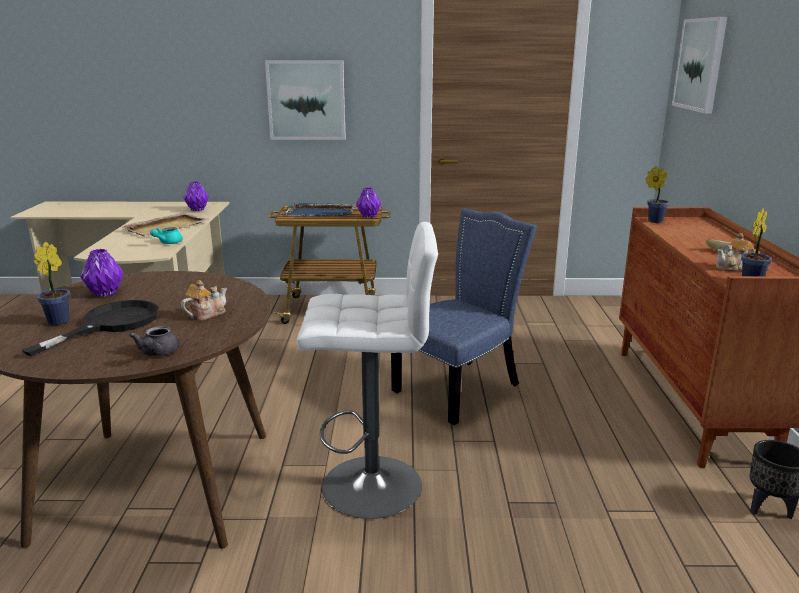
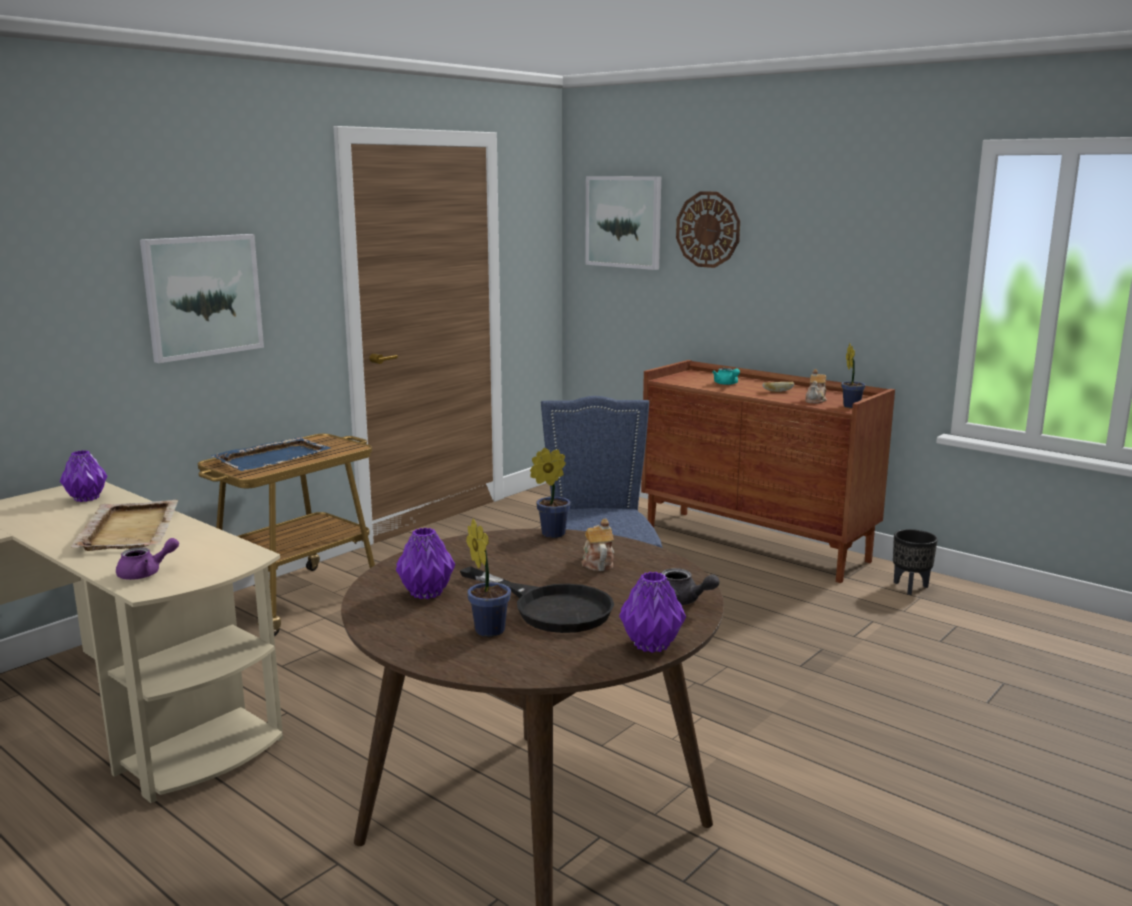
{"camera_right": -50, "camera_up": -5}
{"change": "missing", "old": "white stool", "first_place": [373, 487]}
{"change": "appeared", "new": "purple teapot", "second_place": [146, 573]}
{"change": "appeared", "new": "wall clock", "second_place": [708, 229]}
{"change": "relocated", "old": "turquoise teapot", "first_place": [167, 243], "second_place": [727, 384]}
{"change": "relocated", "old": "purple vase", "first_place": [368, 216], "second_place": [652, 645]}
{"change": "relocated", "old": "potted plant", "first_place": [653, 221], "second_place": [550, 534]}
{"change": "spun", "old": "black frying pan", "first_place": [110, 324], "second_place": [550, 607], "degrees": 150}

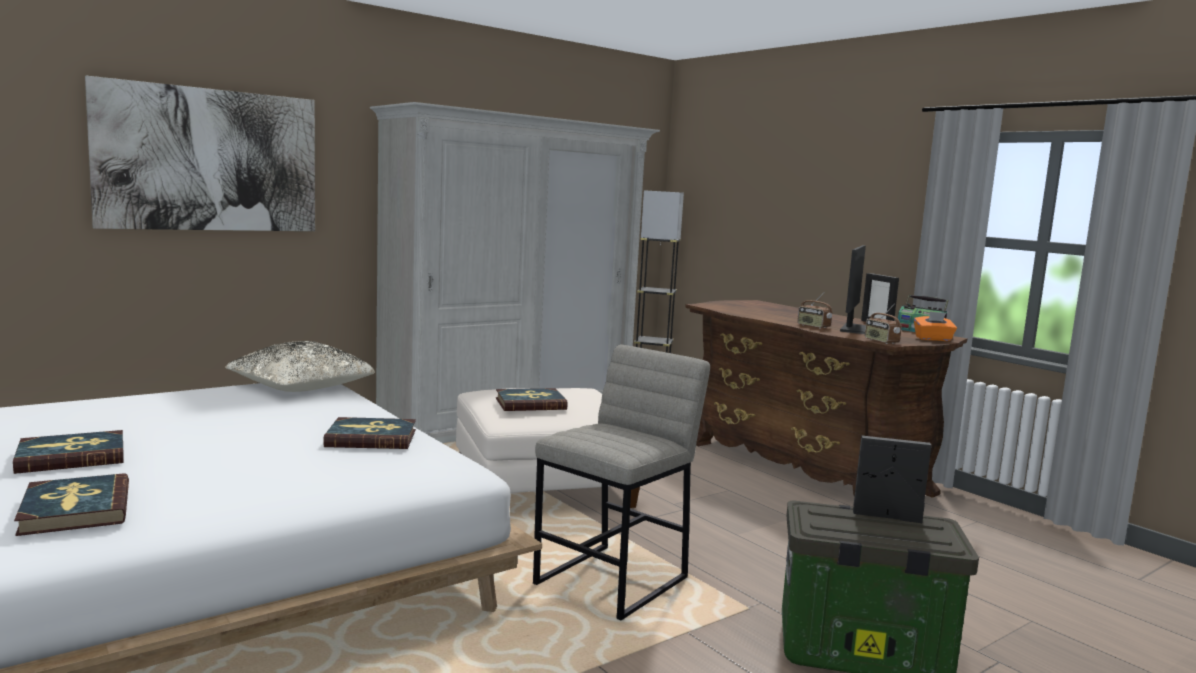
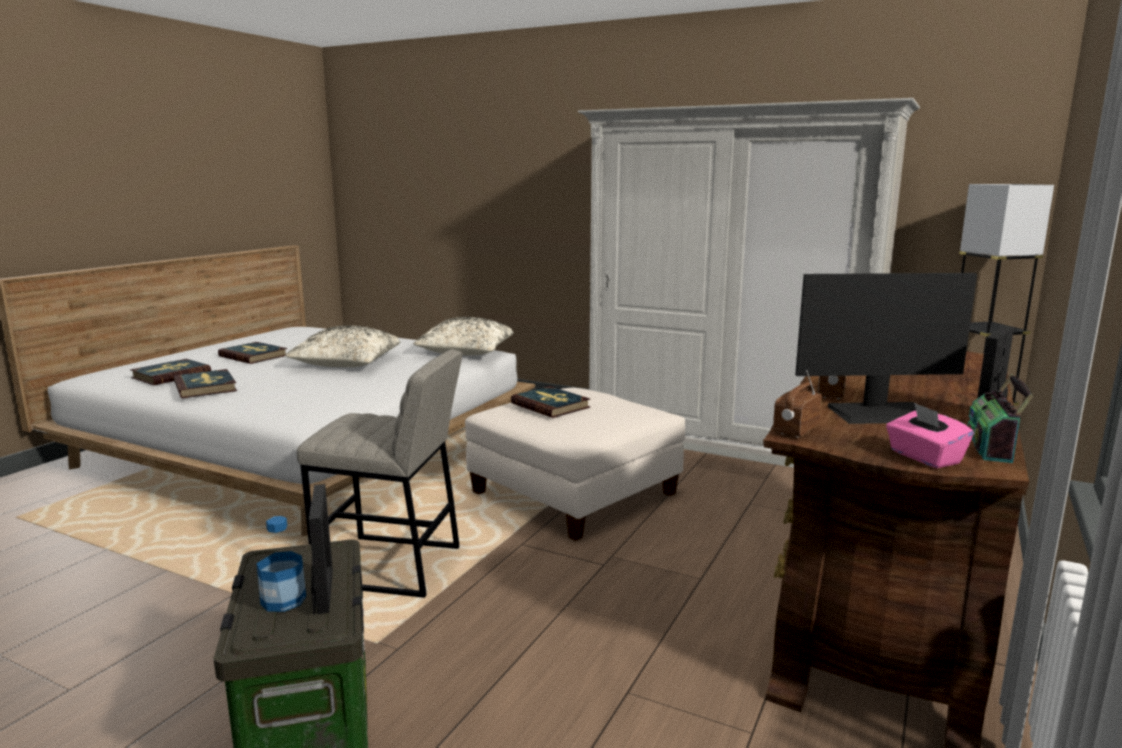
{"camera_right": 65, "camera_up": 5}
{"change": "missing", "old": "picture", "first_place": [209, 160]}
{"change": "appeared", "new": "bottle", "second_place": [283, 600]}
{"change": "appeared", "new": "beige pillow", "second_place": [347, 362]}
{"change": "relocated", "old": "book", "first_place": [371, 438], "second_place": [206, 387]}
{"change": "colour", "old": "orange tissue box", "new": "pink tissue box", "first_place": [933, 339], "second_place": [924, 457]}

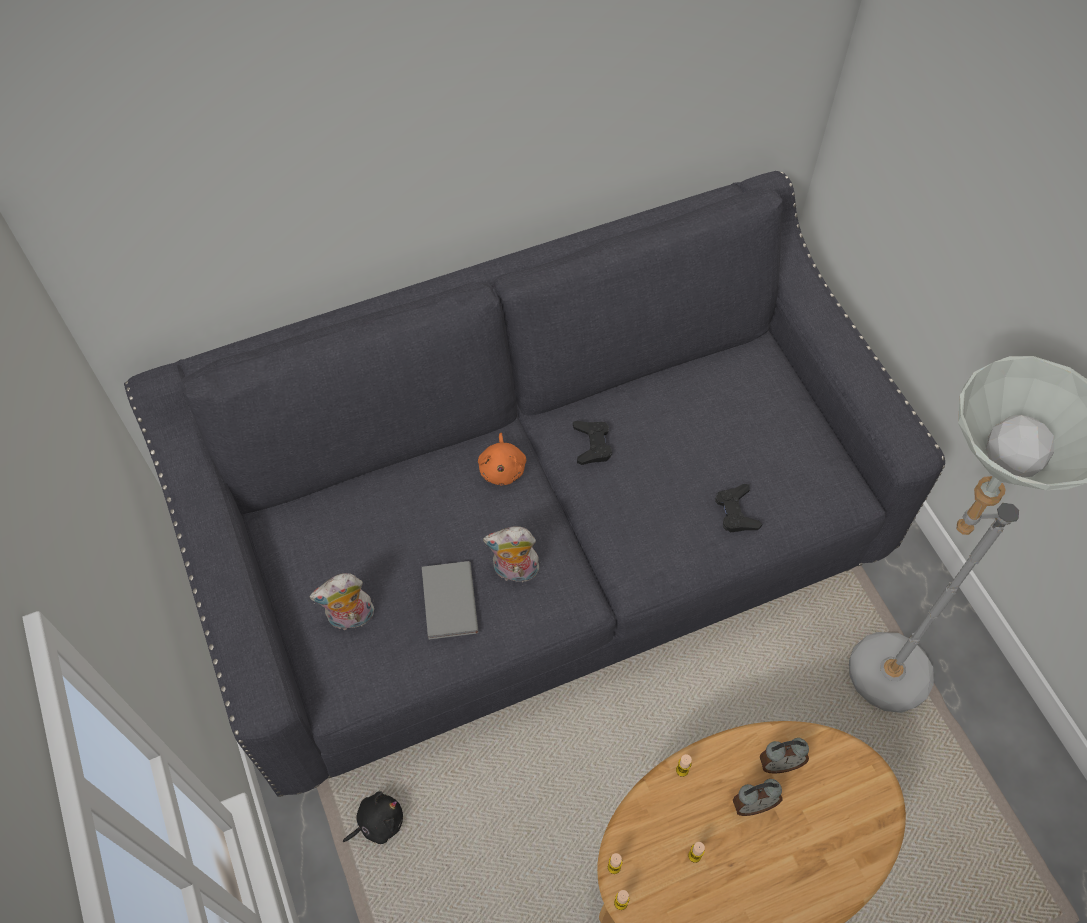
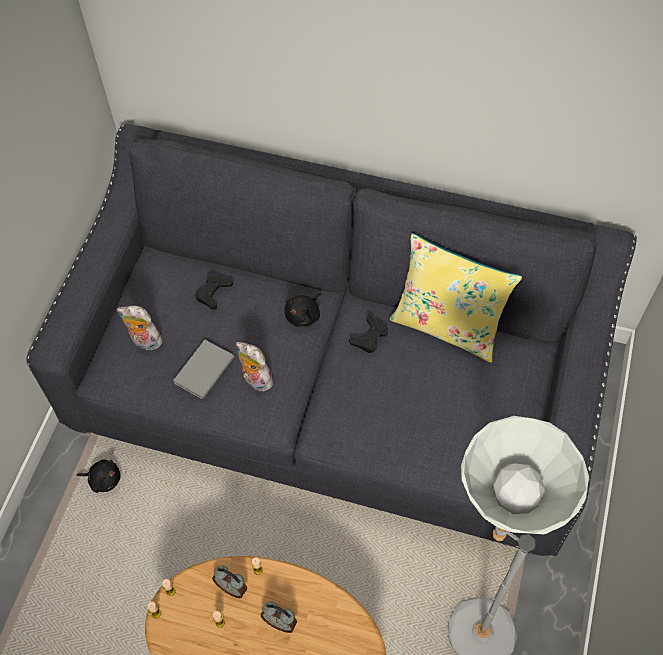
{"camera_right": 40, "camera_up": 0}
{"change": "appeared", "new": "yellow pillow", "second_place": [447, 326]}
{"change": "relocated", "old": "black game controller", "first_place": [736, 512], "second_place": [213, 293]}
{"change": "relocated", "old": "alarm clock", "first_place": [779, 763], "second_place": [232, 587]}
{"change": "colour", "old": "orange plush toy", "new": "black plush toy", "first_place": [502, 468], "second_place": [304, 315]}

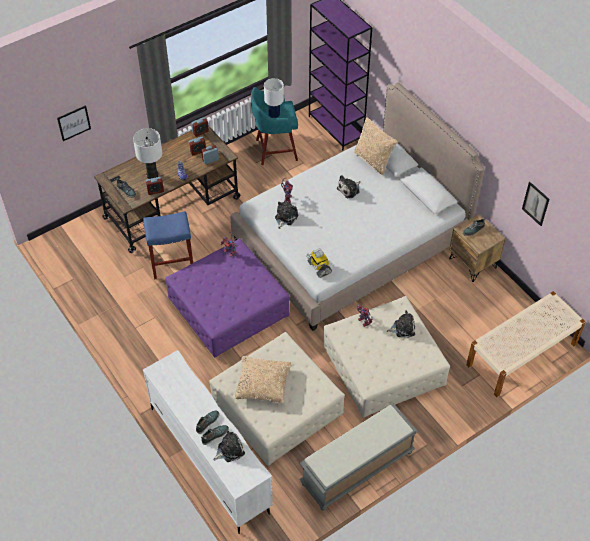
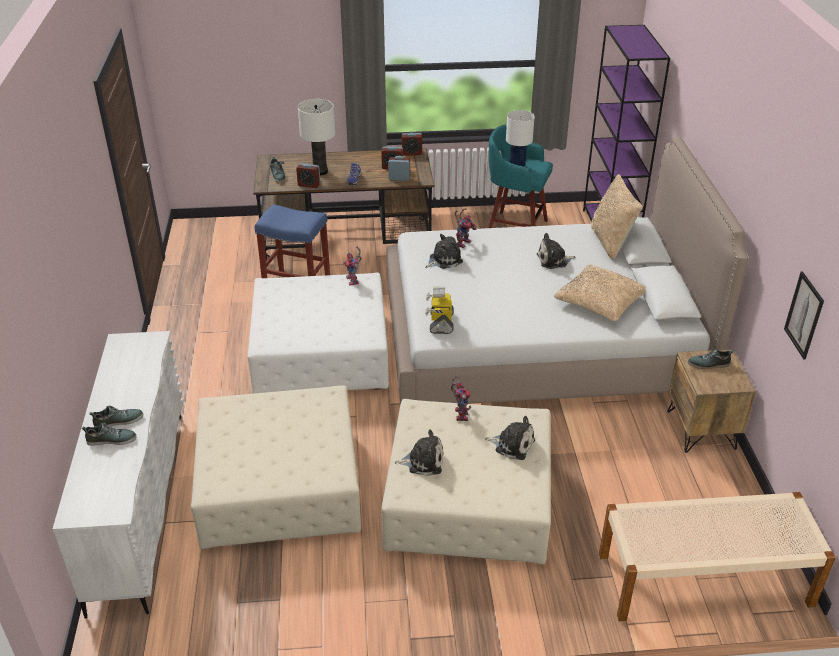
{"camera_right": 30, "camera_up": -15}
{"change": "missing", "old": "picture", "first_place": [74, 123]}
{"change": "missing", "old": "grey bench", "first_place": [357, 469]}
{"change": "relocated", "old": "plush toy", "first_place": [229, 450], "second_place": [423, 461]}
{"change": "relocated", "old": "beige pillow", "first_place": [263, 384], "second_place": [600, 302]}
{"change": "colour", "old": "purple ottoman", "new": "white ottoman", "first_place": [229, 308], "second_place": [321, 355]}

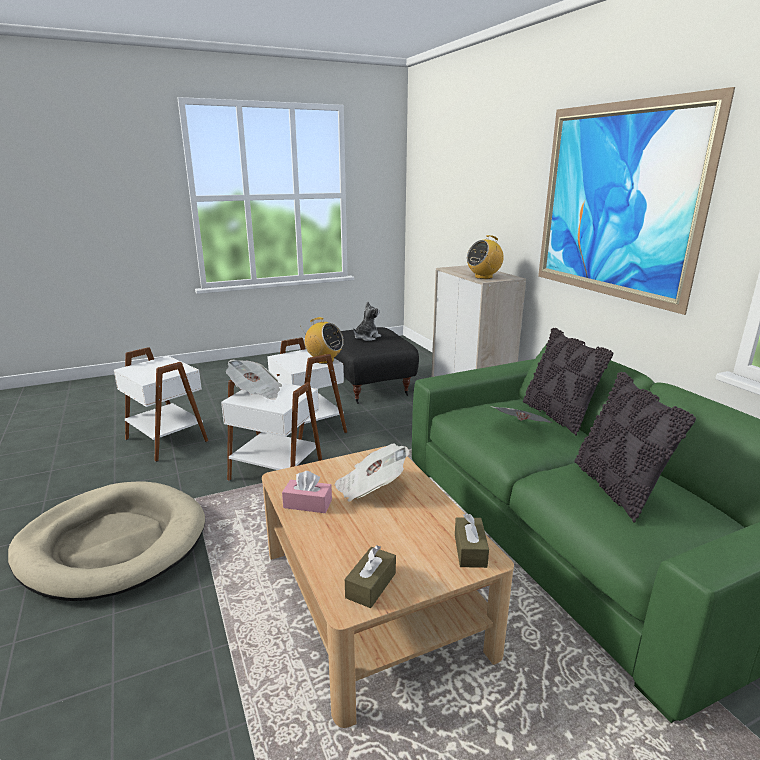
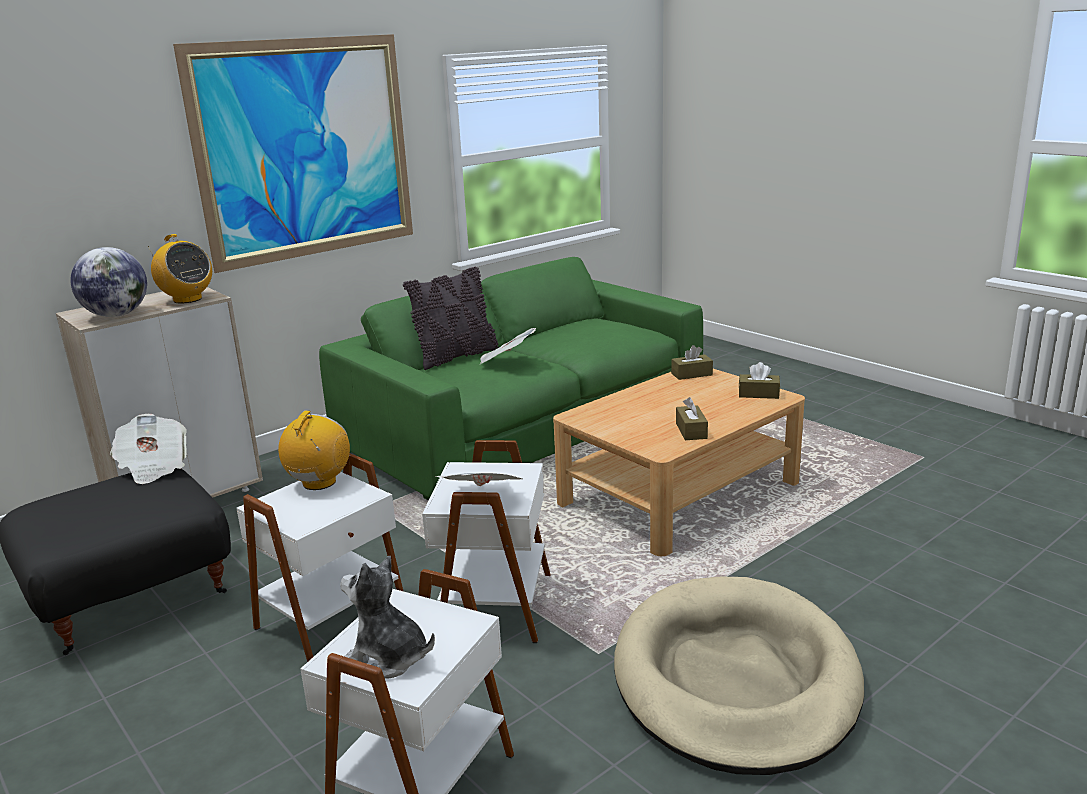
{"camera_right": -105, "camera_up": 0}
{"change": "missing", "old": "black pillow", "first_place": [617, 489]}
{"change": "appeared", "new": "globe", "second_place": [116, 315]}
{"change": "relocated", "old": "newspaper", "first_place": [370, 488], "second_place": [153, 467]}
{"change": "relocated", "old": "plush toy", "first_place": [366, 337], "second_place": [389, 657]}
{"change": "colour", "old": "pink tissue box", "new": "brown tissue box", "first_place": [307, 504], "second_place": [691, 431]}

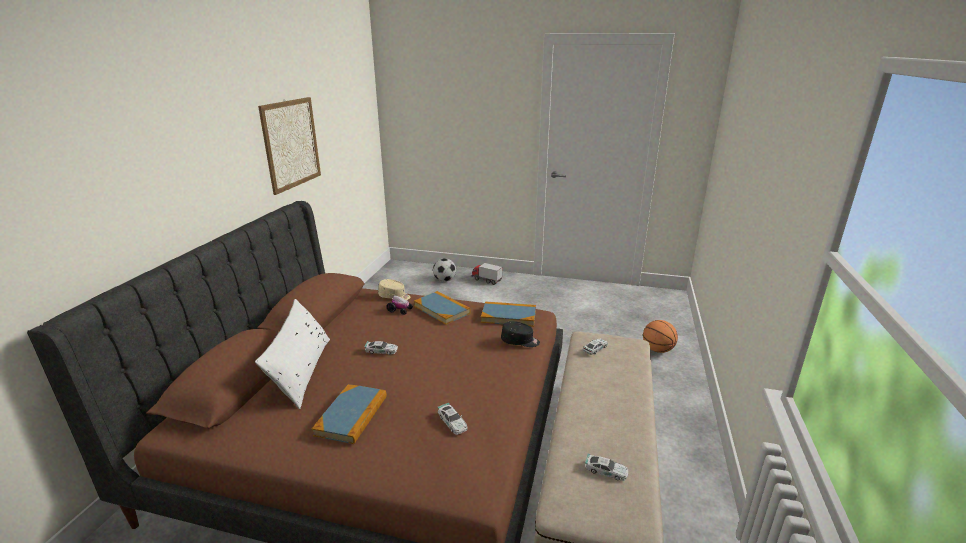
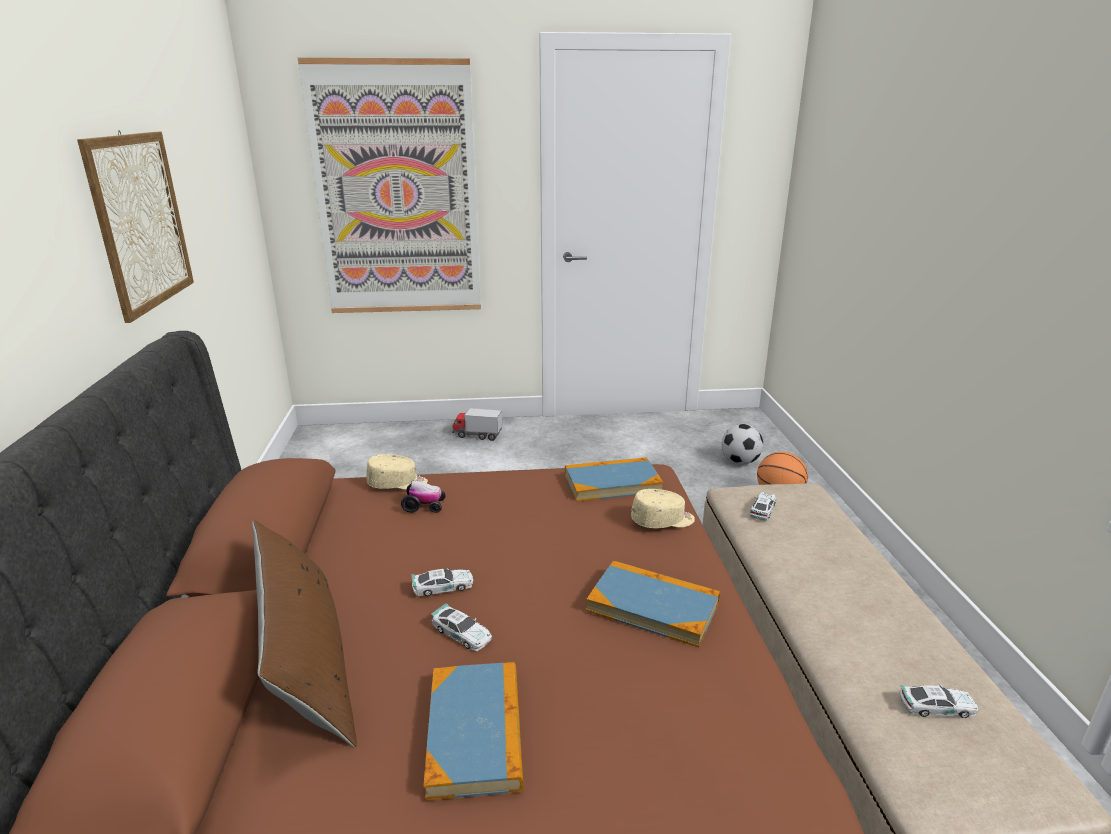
{"camera_right": -20, "camera_up": 0}
{"change": "appeared", "new": "picture", "second_place": [397, 193]}
{"change": "relocated", "old": "book", "first_place": [442, 309], "second_place": [653, 606]}
{"change": "relocated", "old": "football", "first_place": [444, 280], "second_place": [740, 462]}
{"change": "relocated", "old": "toy car", "first_place": [452, 422], "second_place": [462, 633]}
{"change": "colour", "old": "white pillow", "new": "brown pillow", "first_place": [301, 371], "second_place": [307, 664]}
{"change": "colour", "old": "black cap", "new": "beige cap", "first_place": [520, 341], "second_place": [663, 521]}

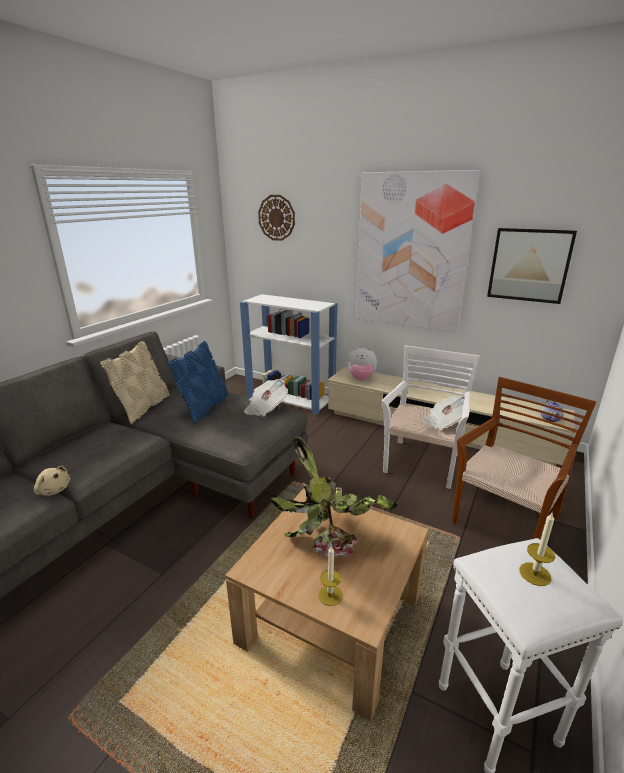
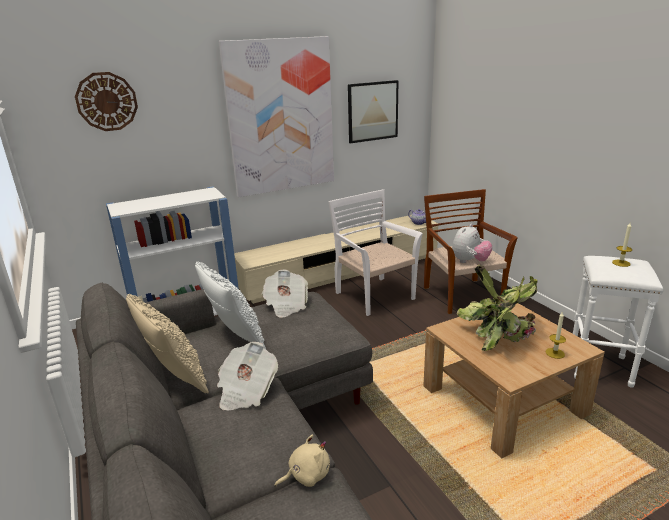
{"camera_right": -55, "camera_up": 0}
{"change": "relocated", "old": "plush toy", "first_place": [361, 379], "second_place": [469, 261]}
{"change": "relocated", "old": "newspaper", "first_place": [444, 422], "second_place": [246, 391]}
{"change": "colour", "old": "blue pillow", "new": "white pillow", "first_place": [204, 408], "second_place": [236, 337]}

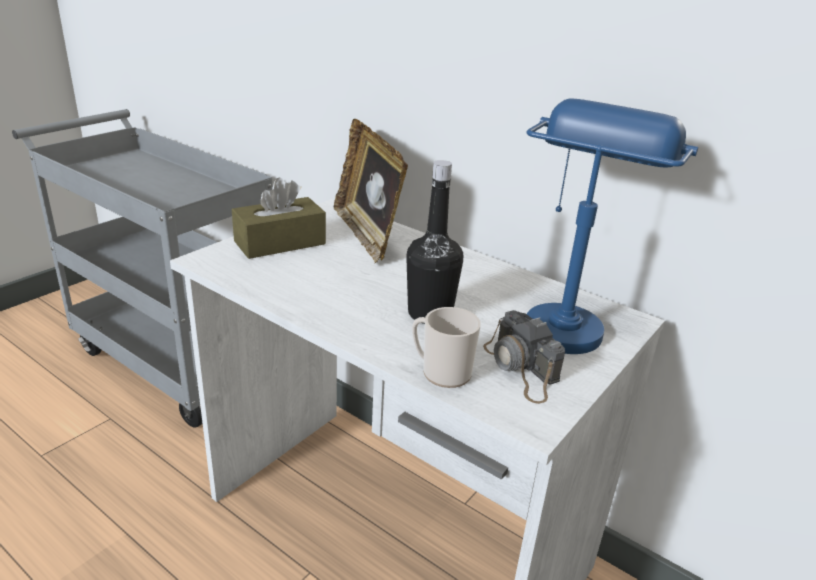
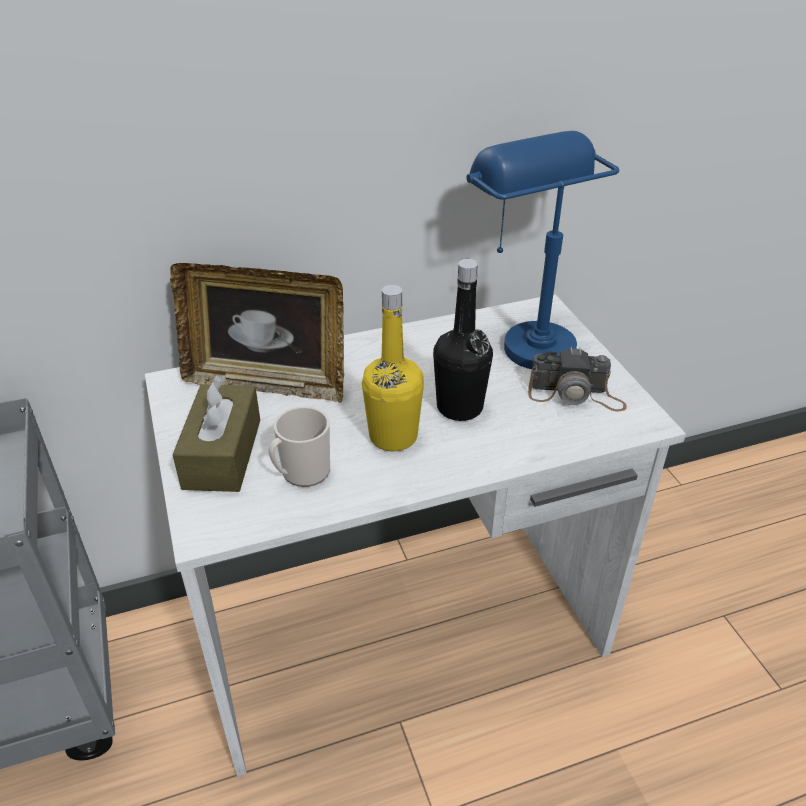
{"camera_right": -55, "camera_up": 10}
{"change": "appeared", "new": "yellow bottle", "second_place": [393, 436]}
{"change": "relocated", "old": "mug", "first_place": [441, 372], "second_place": [301, 473]}

